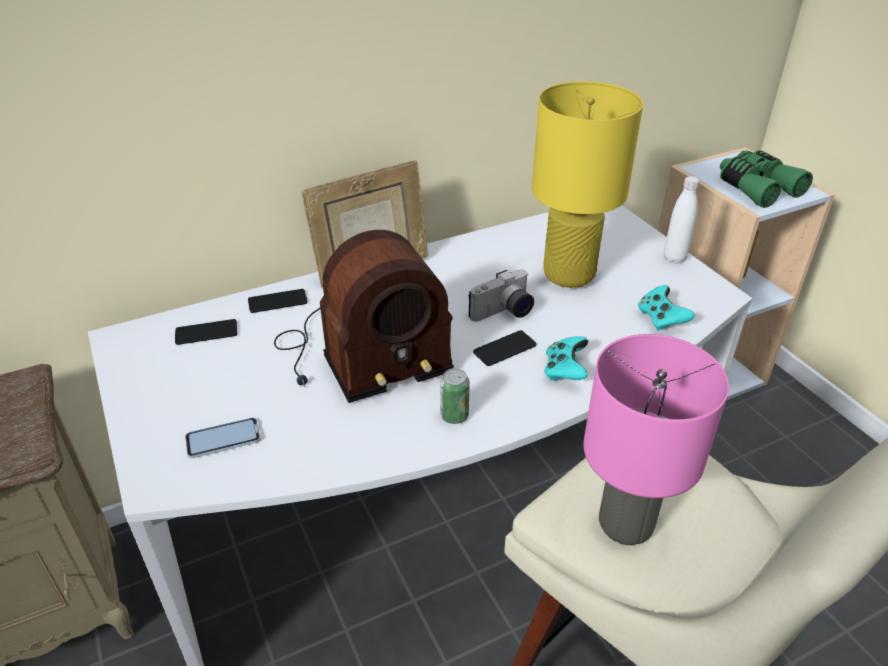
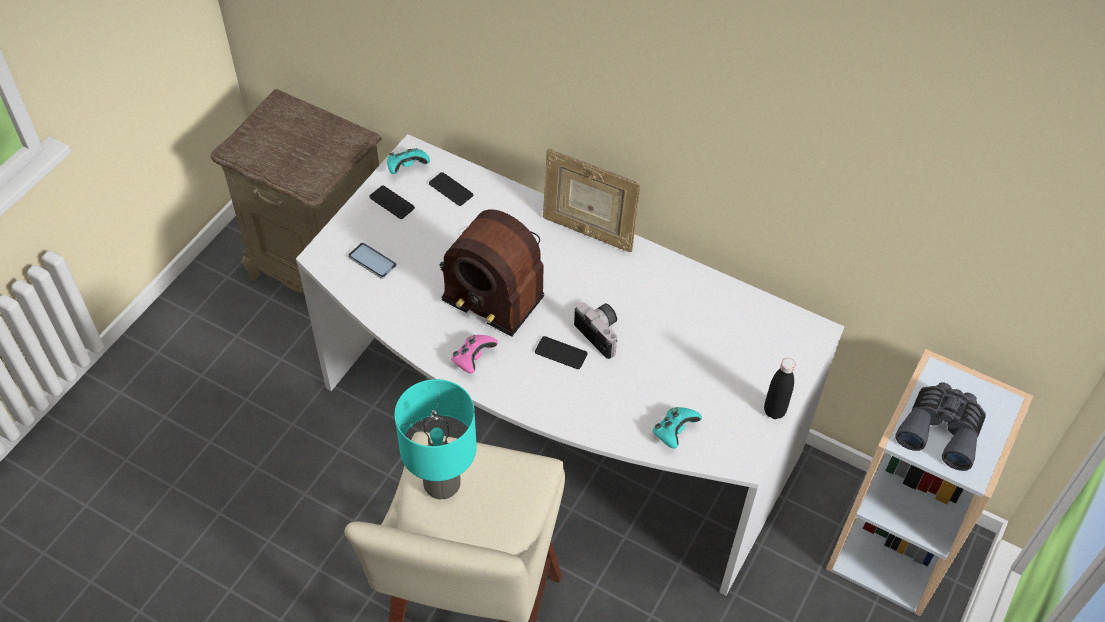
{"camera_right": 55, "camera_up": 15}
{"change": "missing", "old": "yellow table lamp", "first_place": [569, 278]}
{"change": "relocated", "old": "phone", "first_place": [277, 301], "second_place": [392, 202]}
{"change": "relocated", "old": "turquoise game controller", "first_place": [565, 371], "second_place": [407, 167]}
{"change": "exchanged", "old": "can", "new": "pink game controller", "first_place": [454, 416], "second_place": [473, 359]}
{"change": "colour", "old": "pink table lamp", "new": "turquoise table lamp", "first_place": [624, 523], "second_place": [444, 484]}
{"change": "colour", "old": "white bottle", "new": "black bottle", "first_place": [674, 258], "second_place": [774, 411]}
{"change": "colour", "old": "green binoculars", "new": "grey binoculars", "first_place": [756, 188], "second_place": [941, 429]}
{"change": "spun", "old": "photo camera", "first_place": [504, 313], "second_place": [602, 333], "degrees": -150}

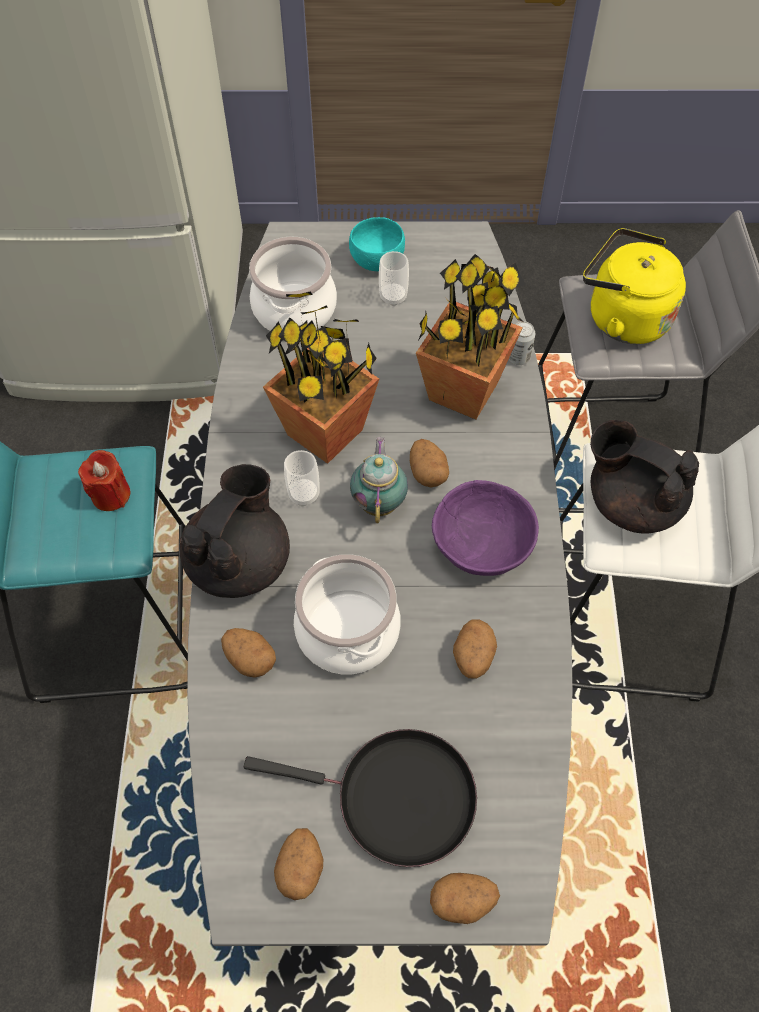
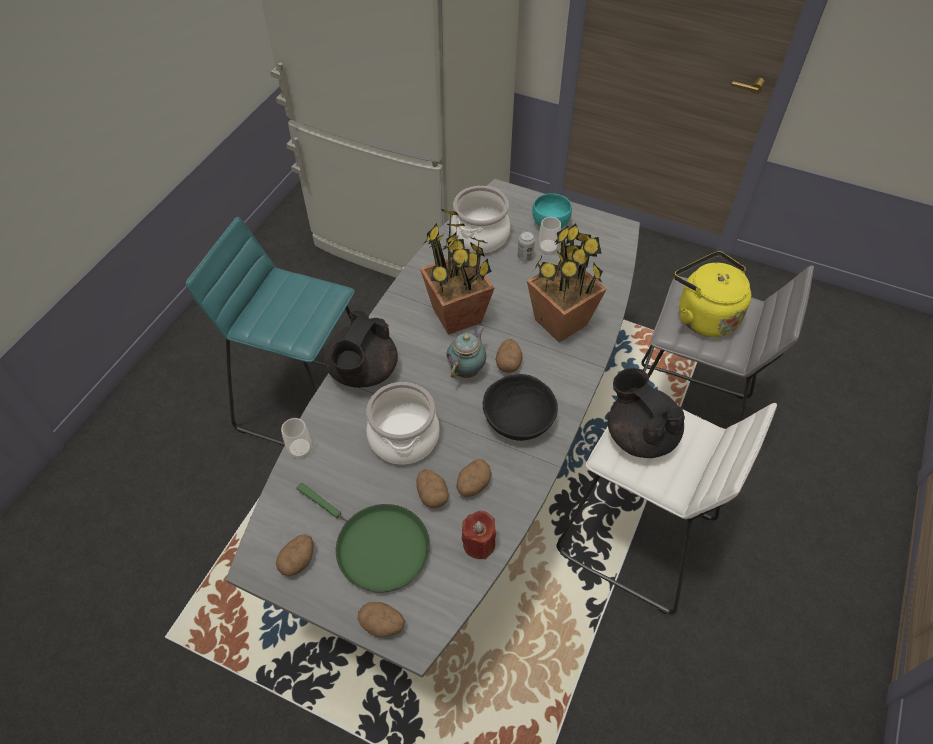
{"camera_right": 25, "camera_up": -5}
{"change": "relocated", "old": "red candle", "first_place": [111, 494], "second_place": [479, 543]}
{"change": "relocated", "old": "potato", "first_place": [250, 659], "second_place": [432, 495]}
{"change": "relocated", "old": "cup", "first_place": [304, 494], "second_place": [300, 450]}
{"change": "relocated", "old": "can", "first_place": [518, 357], "second_place": [525, 257]}
{"change": "colour", "old": "black frying pan", "new": "green frying pan", "first_place": [396, 798], "second_place": [377, 547]}
{"change": "colour", "old": "purple bowl", "new": "black bowl", "first_place": [482, 543], "second_place": [519, 419]}
{"change": "spun", "old": "black teapot", "first_place": [240, 562], "second_place": [362, 372], "degrees": 150}

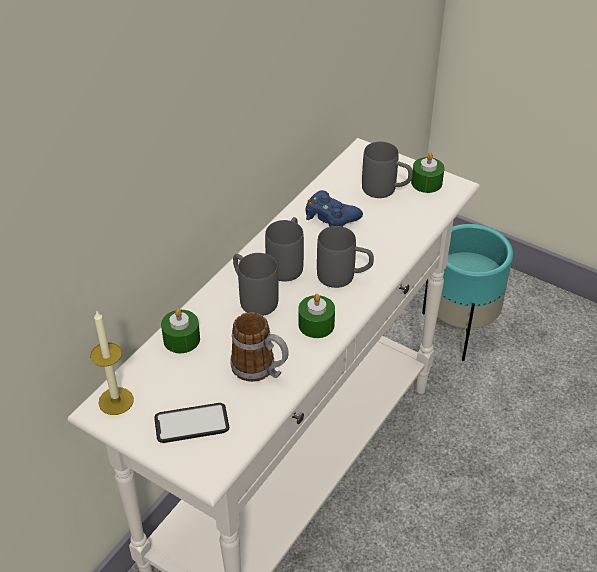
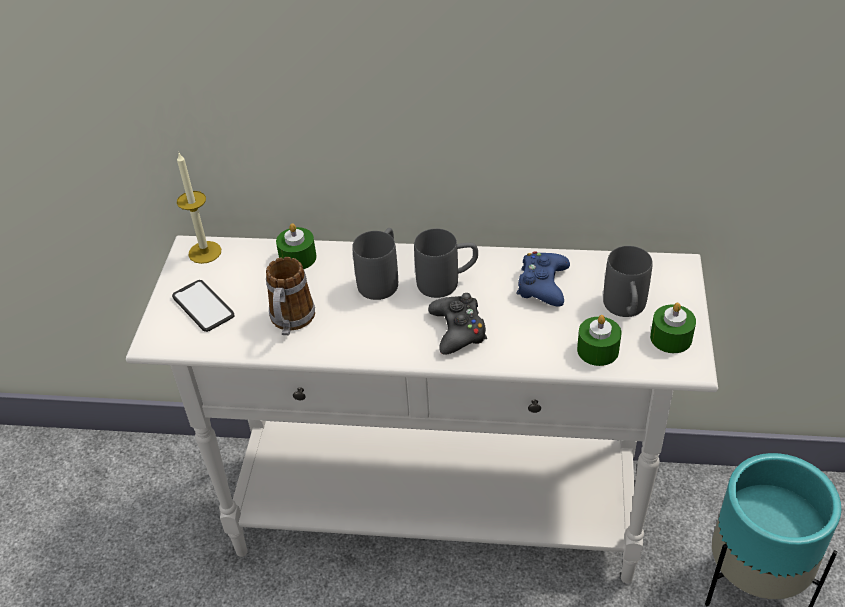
{"camera_right": 65, "camera_up": 0}
{"change": "relocated", "old": "green candle", "first_place": [316, 324], "second_place": [597, 350]}
{"change": "exchanged", "old": "grey mug", "new": "black game controller", "first_place": [344, 277], "second_place": [458, 330]}

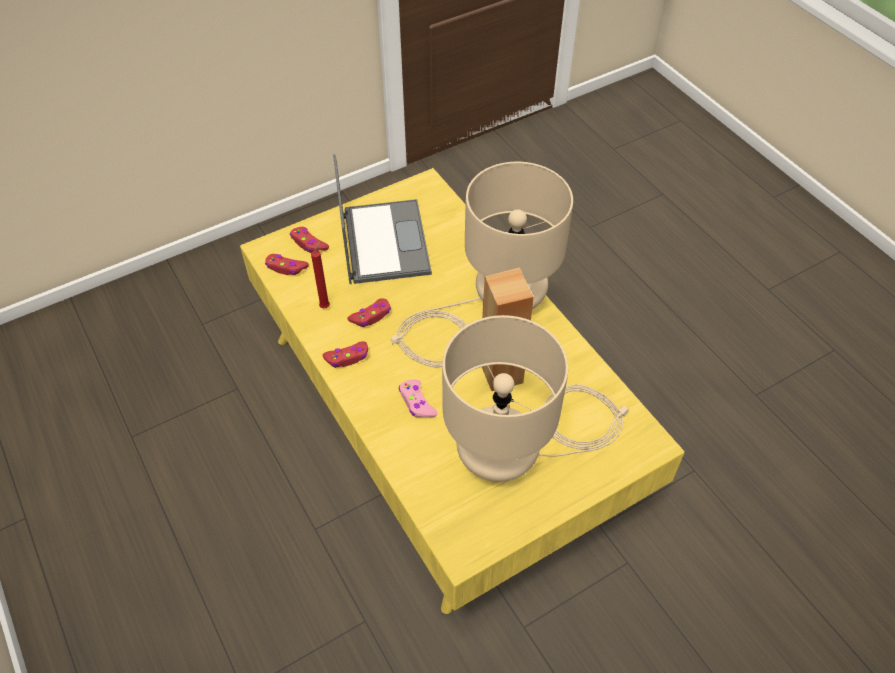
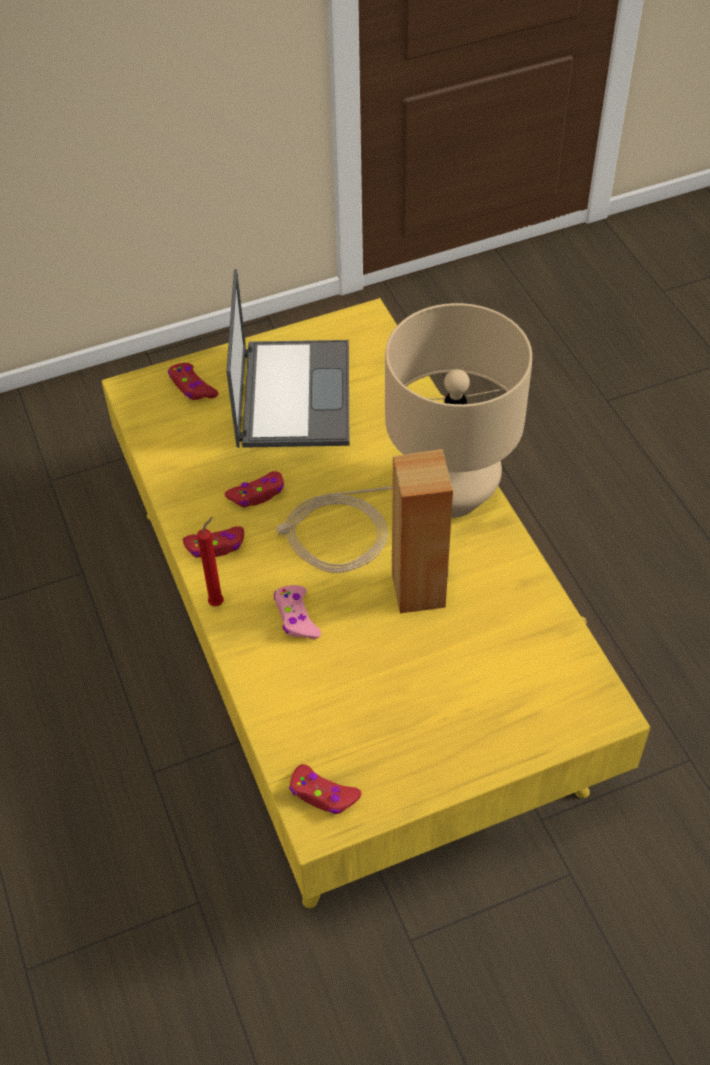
{"camera_right": 10, "camera_up": 0}
{"change": "missing", "old": "beige table lamp", "first_place": [530, 443]}
{"change": "relocated", "old": "red game controller", "first_place": [286, 268], "second_place": [323, 794]}
{"change": "relocated", "old": "red candle", "first_place": [326, 306], "second_place": [218, 602]}

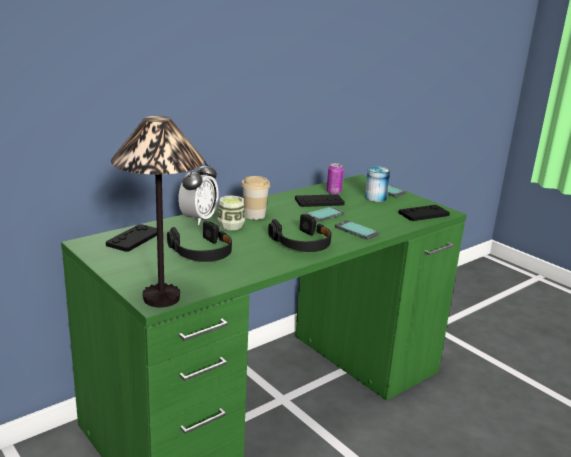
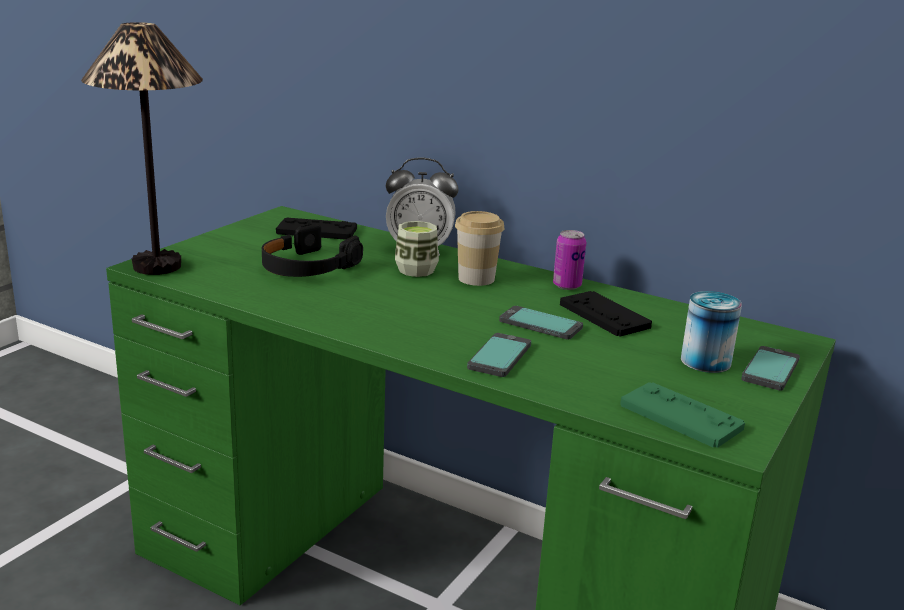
{"camera_right": 70, "camera_up": 0}
{"change": "missing", "old": "black headphones", "first_place": [302, 243]}
{"change": "relocated", "old": "can", "first_place": [333, 192], "second_place": [567, 285]}
{"change": "colour", "old": "black game controller", "new": "green game controller", "first_place": [423, 214], "second_place": [680, 416]}

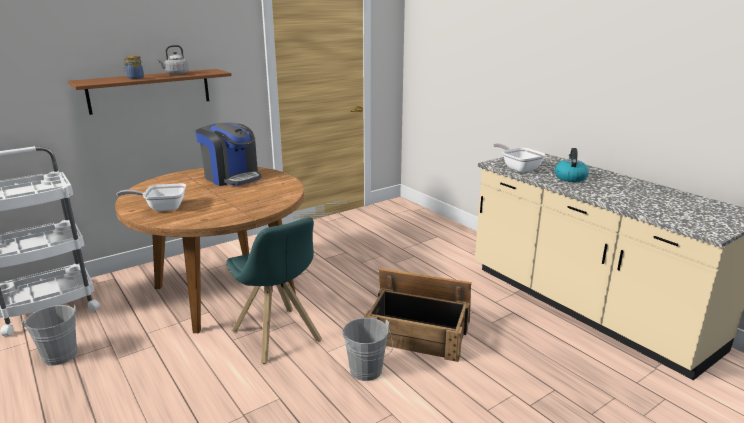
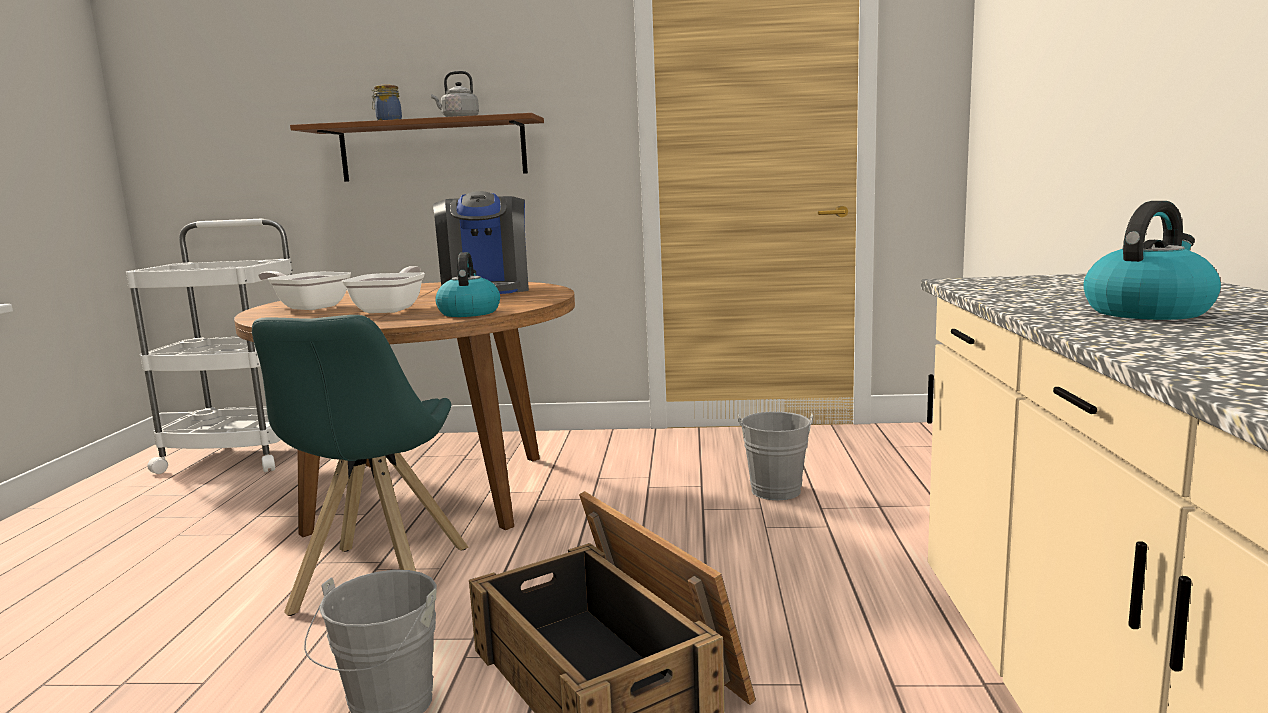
{"camera_right": 40, "camera_up": -10}
{"change": "appeared", "new": "kettle", "second_place": [469, 312]}
{"change": "relocated", "old": "grey bucket", "first_place": [59, 354], "second_place": [775, 488]}
{"change": "relocated", "old": "frying pan", "first_place": [518, 168], "second_place": [392, 309]}

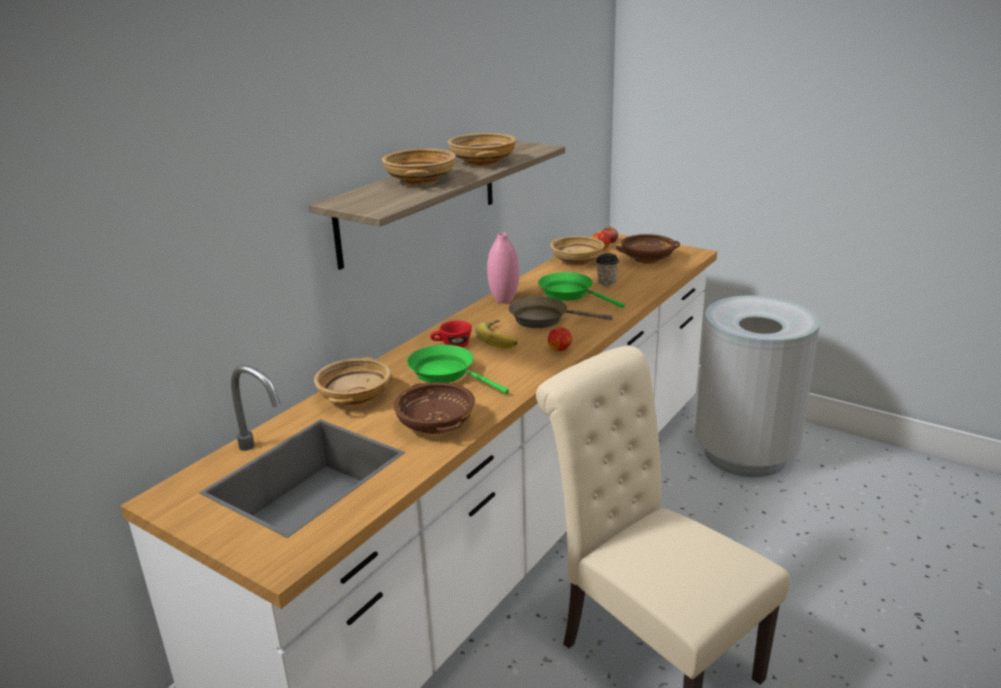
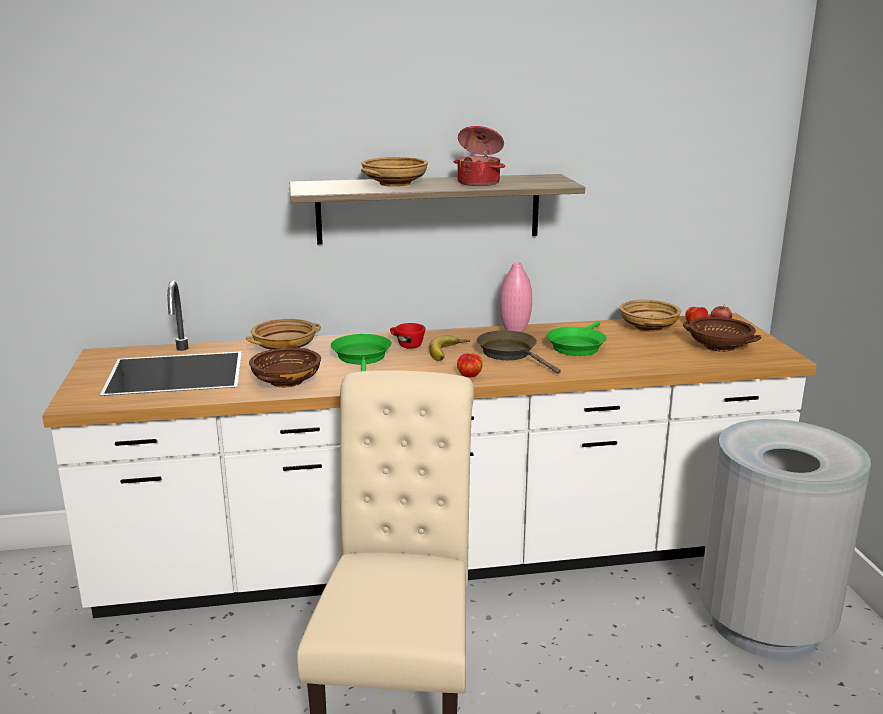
{"camera_right": 45, "camera_up": -5}
{"change": "missing", "old": "cup", "first_place": [606, 283]}
{"change": "exchanged", "old": "beige bowl", "new": "cooking pot", "first_place": [482, 162], "second_place": [479, 183]}
{"change": "spun", "old": "green frying pan", "first_place": [570, 294], "second_place": [577, 346], "degrees": -150}

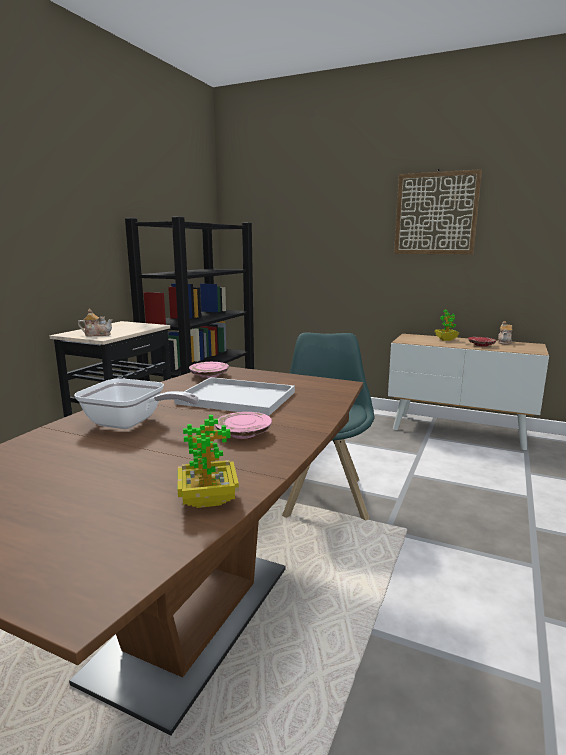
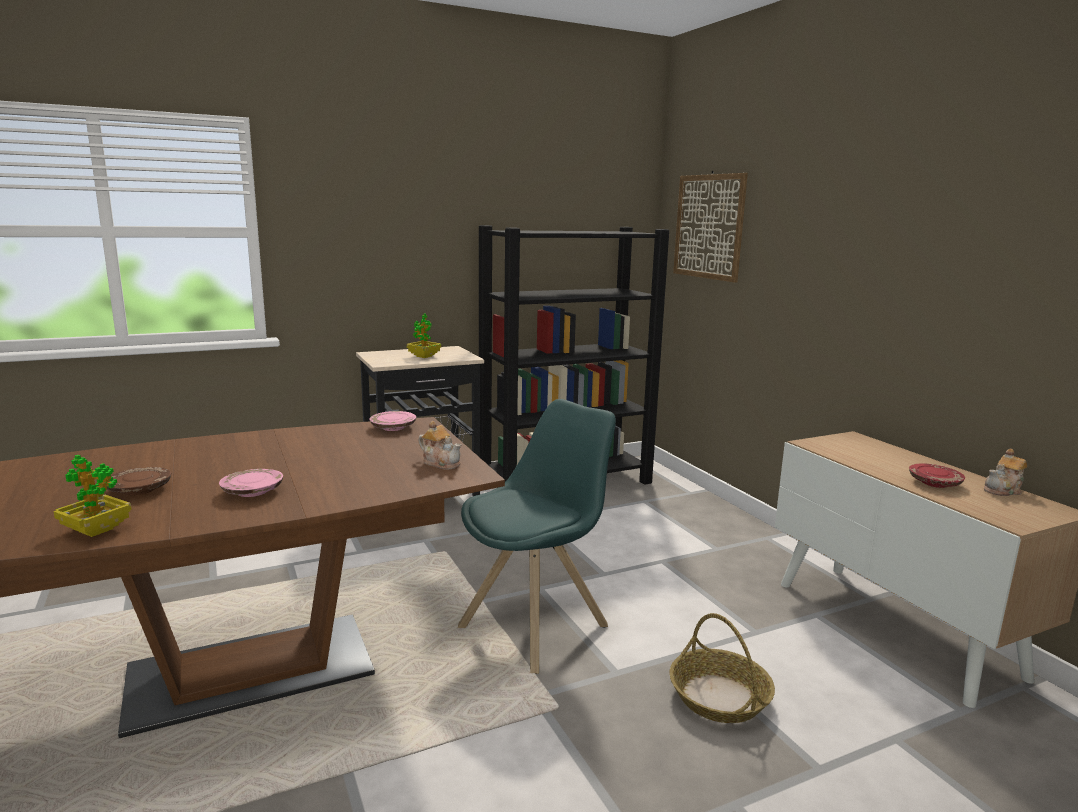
{"camera_right": 40, "camera_up": 0}
{"change": "missing", "old": "frying pan", "first_place": [131, 424]}
{"change": "missing", "old": "white tray", "first_place": [239, 398]}
{"change": "appeared", "new": "brown plate", "second_place": [139, 490]}
{"change": "appeared", "new": "basket", "second_place": [720, 697]}
{"change": "relocated", "old": "teapot", "first_place": [97, 335], "second_place": [441, 463]}
{"change": "relocated", "old": "picture", "first_place": [436, 212], "second_place": [709, 225]}
{"change": "relocated", "old": "potted plant", "first_place": [446, 340], "second_place": [424, 356]}

